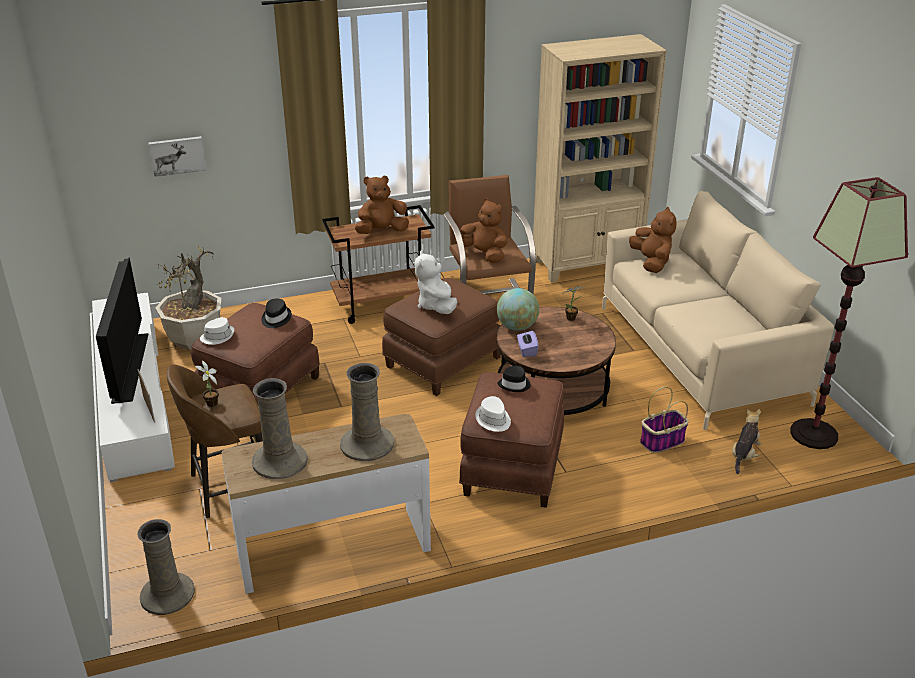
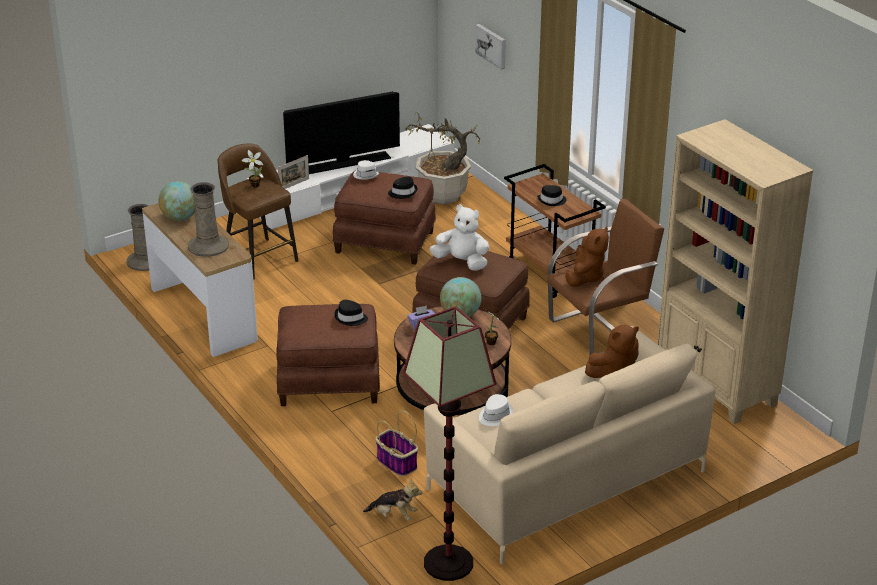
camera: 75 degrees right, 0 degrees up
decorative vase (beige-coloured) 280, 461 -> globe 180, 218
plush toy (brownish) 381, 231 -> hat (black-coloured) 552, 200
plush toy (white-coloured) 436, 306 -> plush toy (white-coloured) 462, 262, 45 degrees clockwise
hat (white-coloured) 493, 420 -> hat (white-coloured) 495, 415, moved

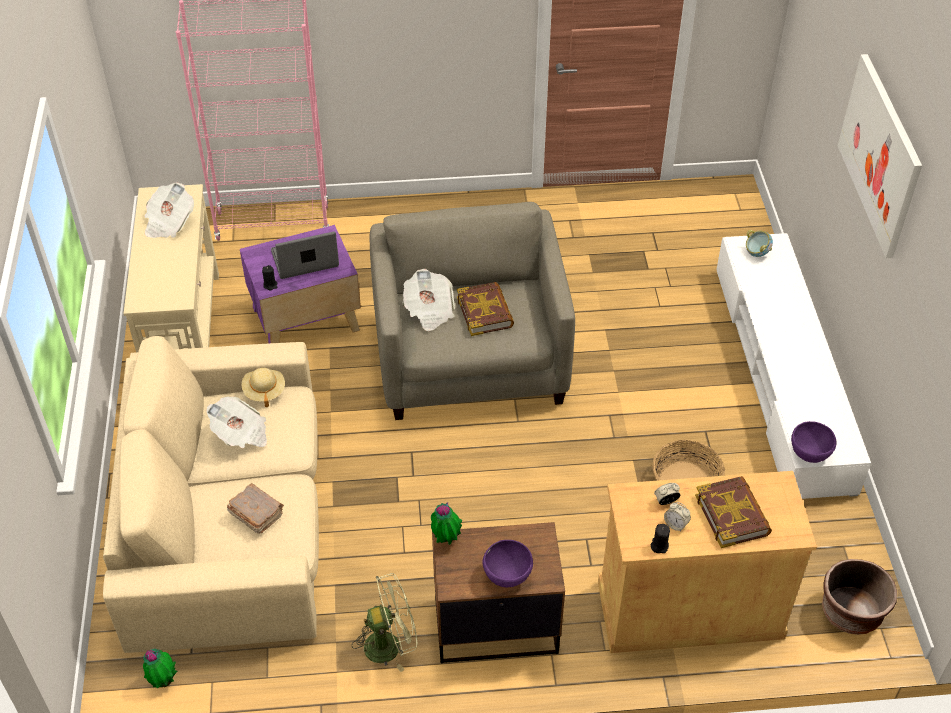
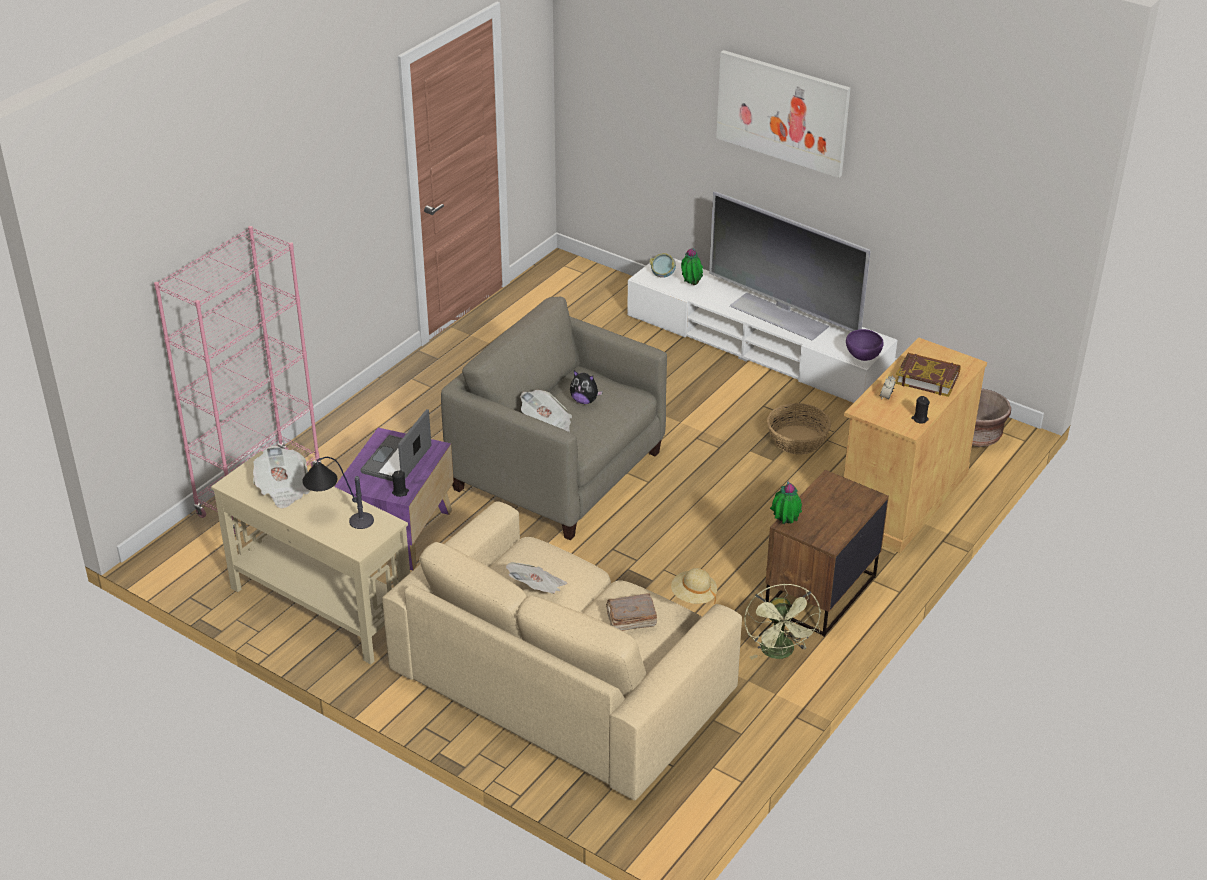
camera: 50 degrees left, 10 degrees down
plant in a pot 163, 681 -> plant in a pot 691, 284, moved
hat (beige-coloured) 264, 391 -> hat (beige-coloured) 693, 596, moved
cooling fan (greenish) 390, 644 -> cooling fan (greenish) 780, 653, 150 degrees clockwise
volume 485, 312 -> plush toy 584, 401
serving bowl (purple) 507, 576 -> none
alarm clock 675, 524 -> none
none -> lamp for a table 337, 516
none -> television 779, 315

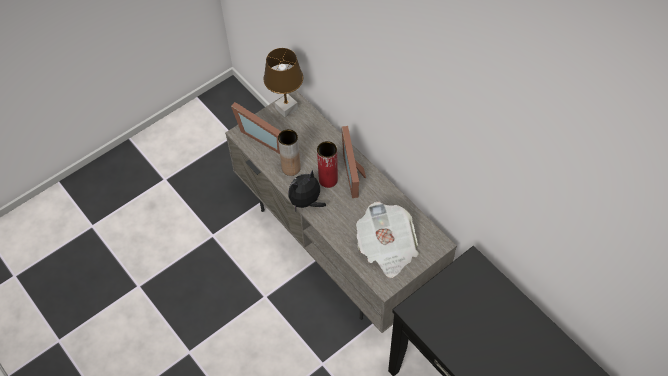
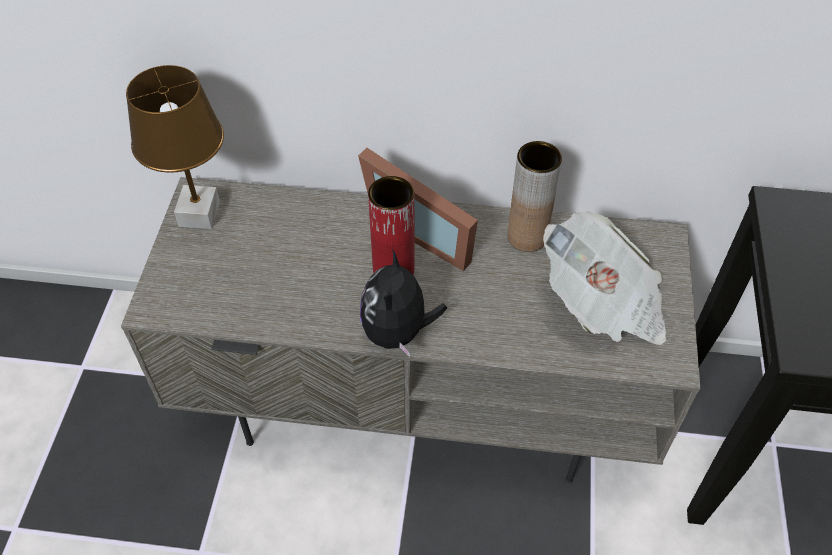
camera: 45 degrees left, 5 degrees down
picture frame 264, 136 -> none
decorative vase (brownish) 291, 168 -> decorative vase (brownish) 527, 237, moved

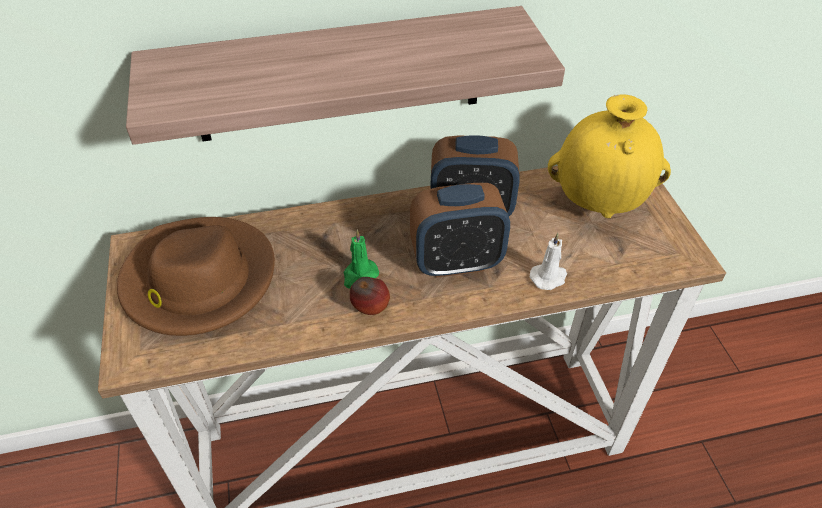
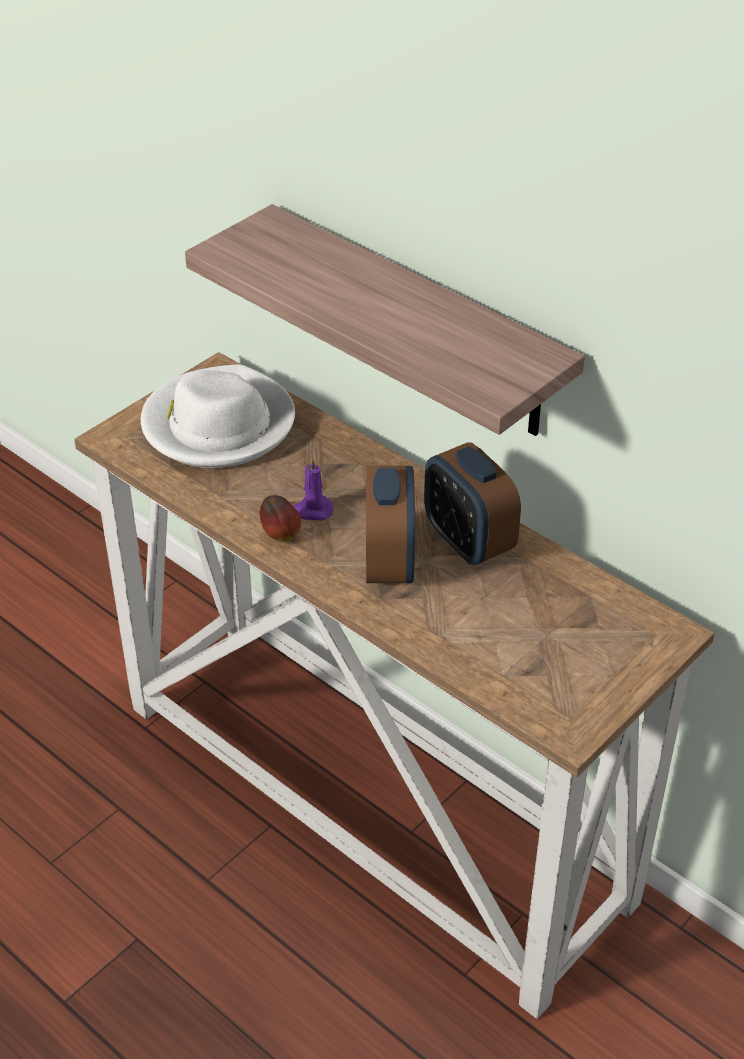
camera: 55 degrees right, 5 degrees down
hat (brownish) 198, 280 -> hat (white-coloured) 218, 424
wax candle (greenish) 359, 276 -> wax candle (purple) 312, 510
alarm clock 456, 262 -> alarm clock 389, 562, 135 degrees counterclockwise
wax candle (white-coloured) 549, 277 -> none
decorative vase (yellowish) 600, 203 -> none

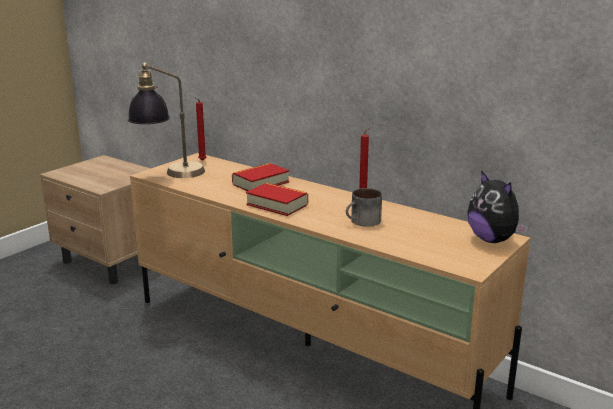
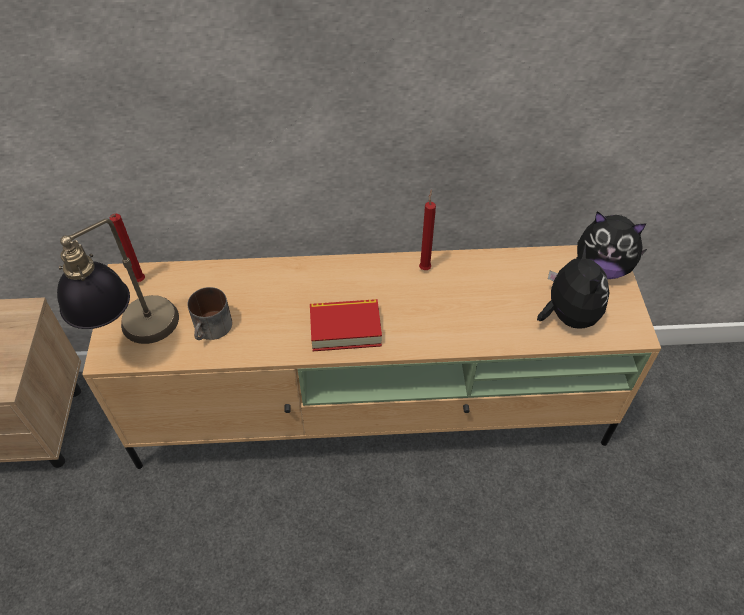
camera: 40 degrees left, 30 degrees up
volume 260, 183 -> none
coffee mug 363, 222 -> coffee mug 212, 329, moved
none -> plush toy 567, 316

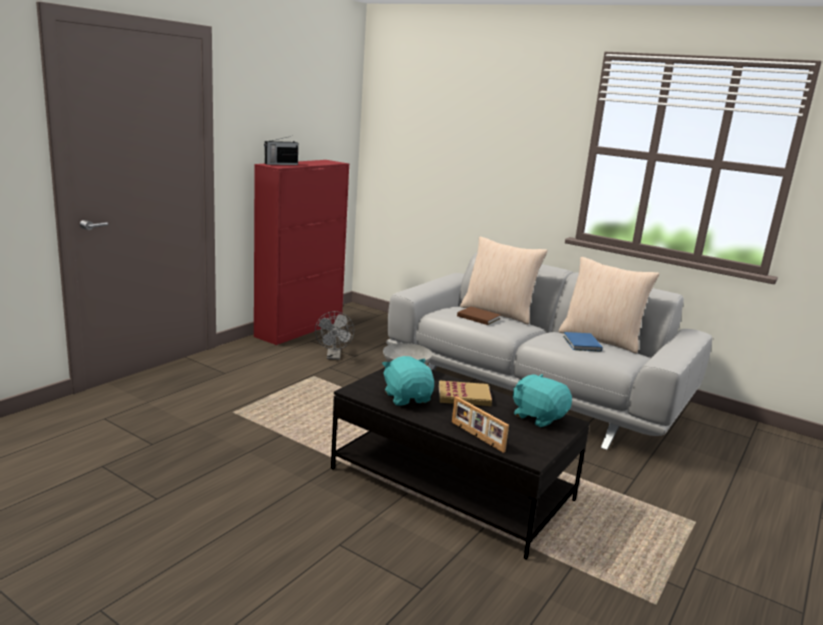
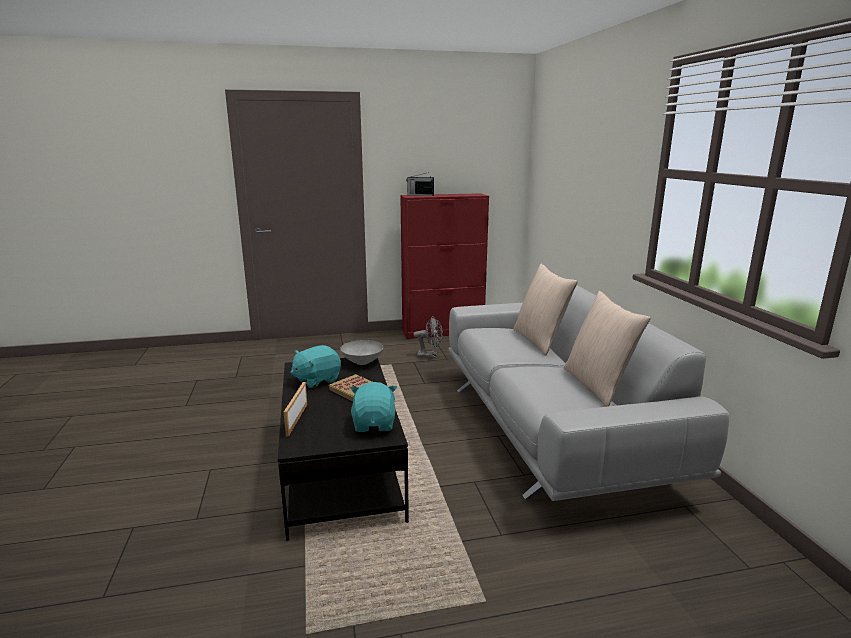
camera: 45 degrees right, 0 degrees up
cooling fan (greyish) 334, 357 -> cooling fan (greyish) 430, 355, 120 degrees counterclockwise
plush toy (turquoise-coloured) 407, 398 -> plush toy (turquoise-coloured) 316, 380, 150 degrees counterclockwise
volume (brownish) 478, 317 -> none
volume (bluish) 581, 344 -> none

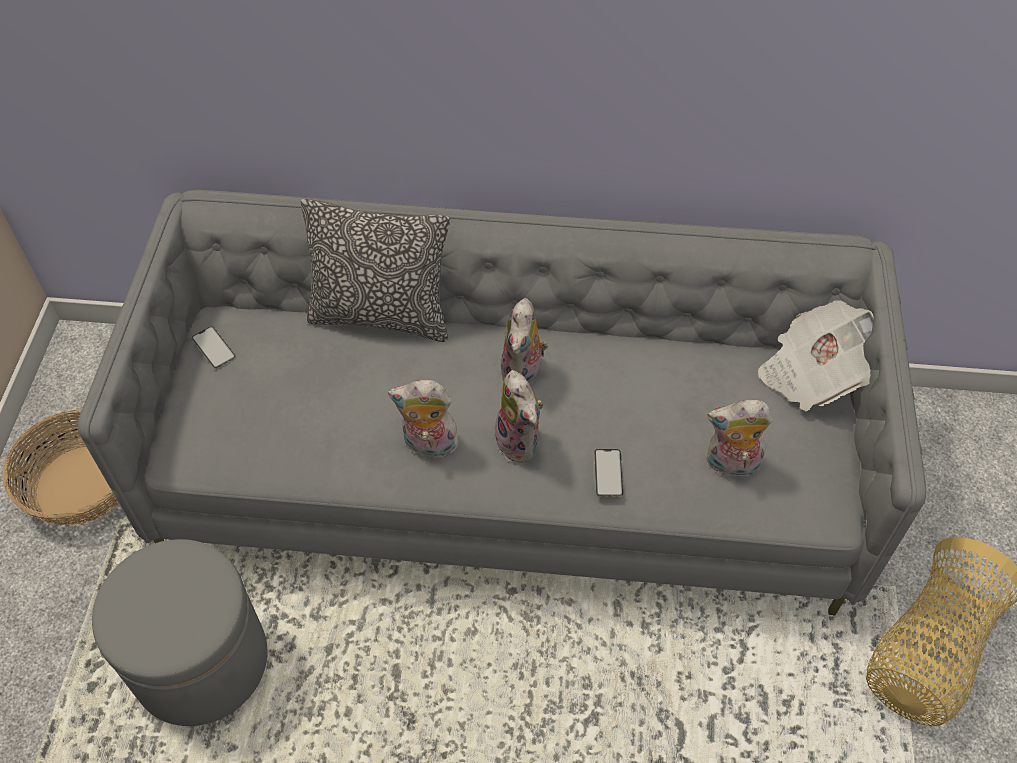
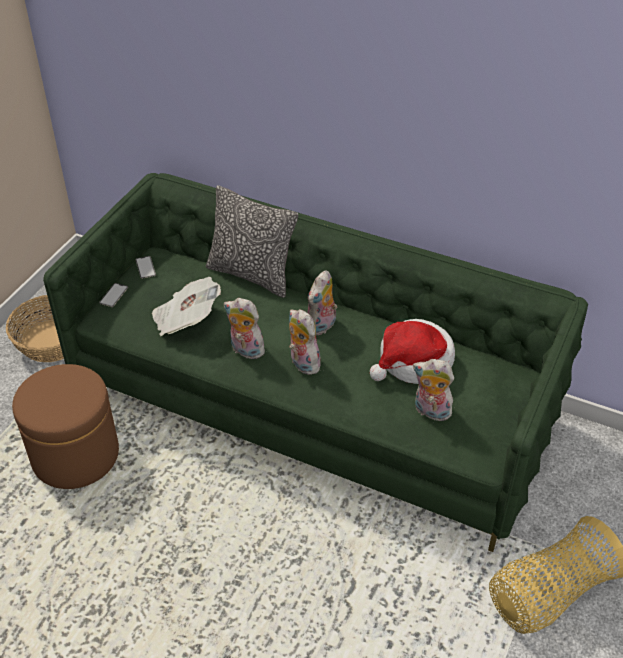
camera: 20 degrees right, 10 degrees down
couch (greyish) 509, 471 -> couch (greenish) 312, 405
pouffe (greyish) 201, 661 -> pouffe (brownish) 75, 455
plush toy 521, 442 -> plush toy 302, 363, 150 degrees clockwise
phone 608, 473 -> phone 113, 295, moved
newspaper 813, 373 -> newspaper 186, 320, moved
none -> hat 413, 362

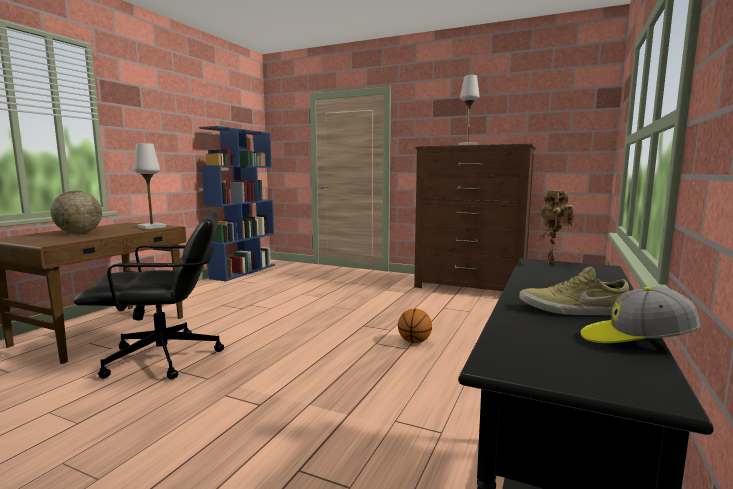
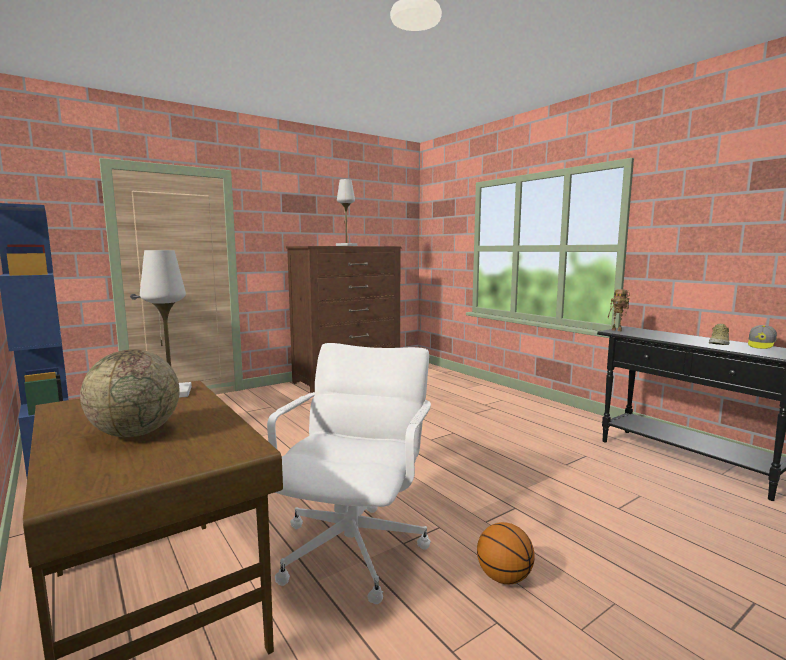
camera: 60 degrees left, 0 degrees up
computer chair (black-coloured) 165, 358 -> computer chair (white-coloured) 353, 550
ball for basketball 414, 342 -> ball for basketball 504, 578, moved

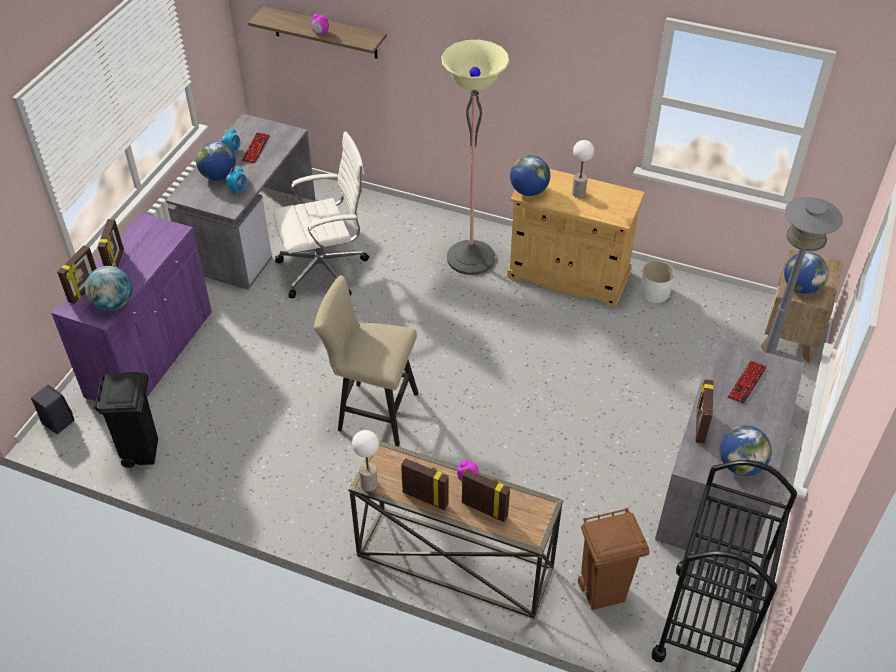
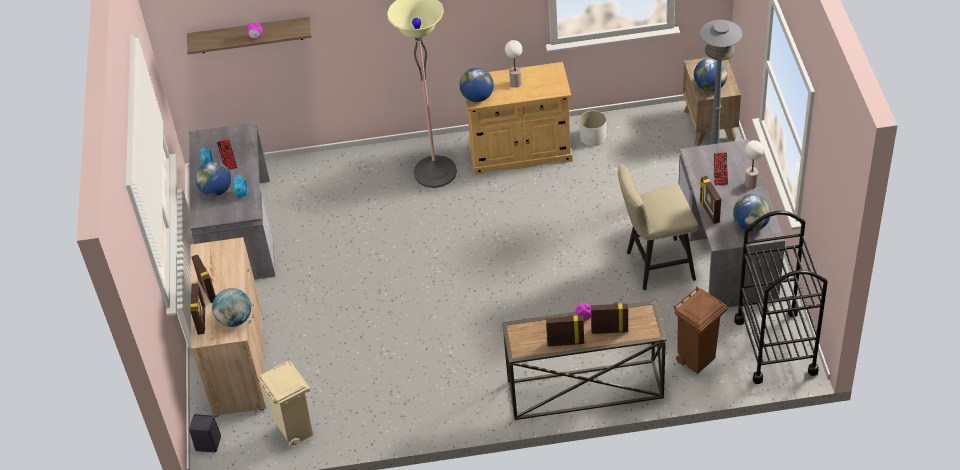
camera: 25 degrees left, 0 degrees up
storage cabinet (purple) 151, 354 -> storage cabinet (beige-coloured) 238, 361
trash can (black-coloured) 141, 452 -> trash can (beige-coloured) 295, 431
computer chair (white-coloured) 325, 269 -> none
stool seat (beige-coloured) 372, 412 -> stool seat (beige-coloured) 655, 266, moved
lamp for a table 369, 484 -> lamp for a table 751, 184, moved

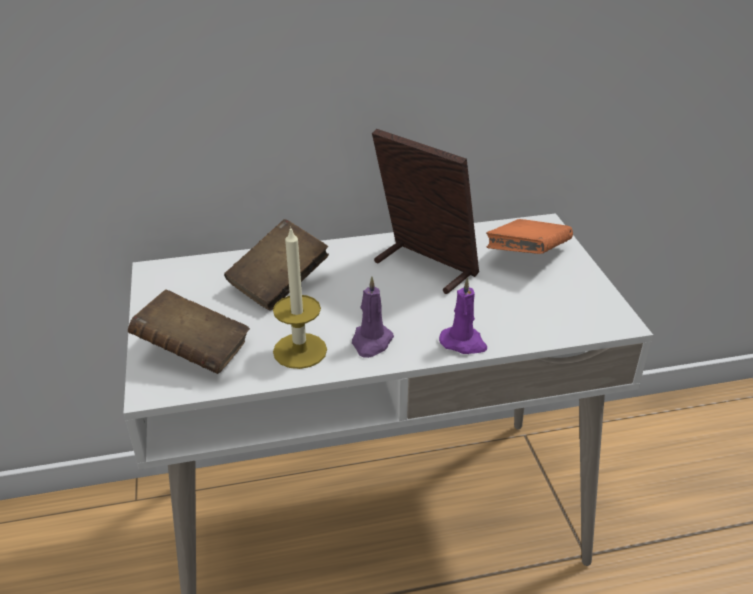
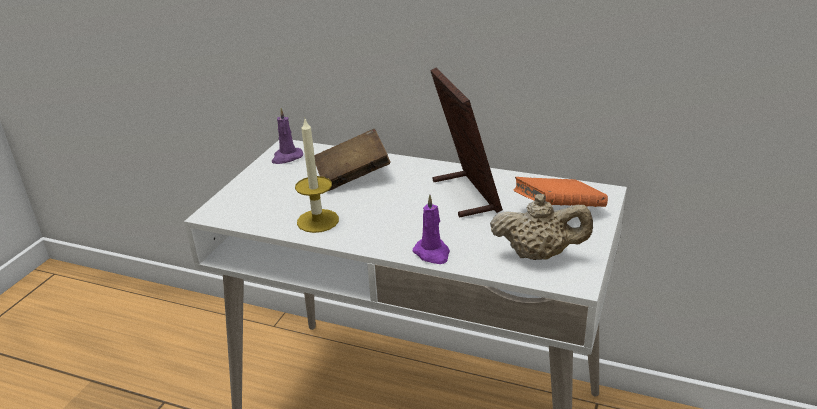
camera: 35 degrees right, 5 degrees down
volume (brownish) 194, 352 -> none
wax candle (purple) 371, 342 -> wax candle (purple) 286, 157, moved
none -> teapot (beige-coloured) 539, 255

